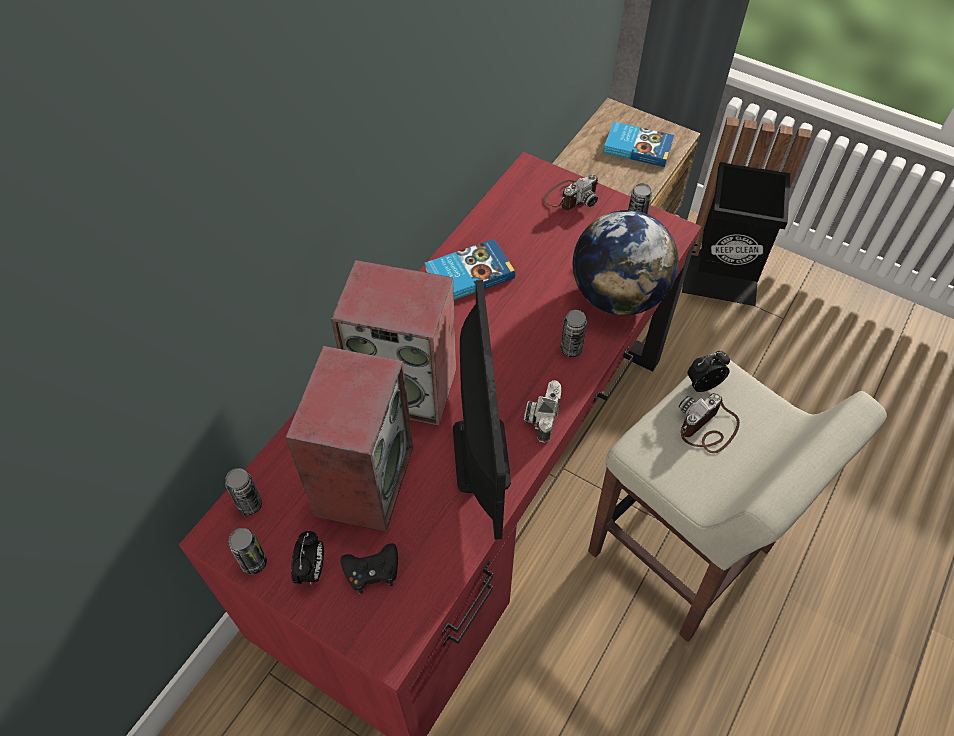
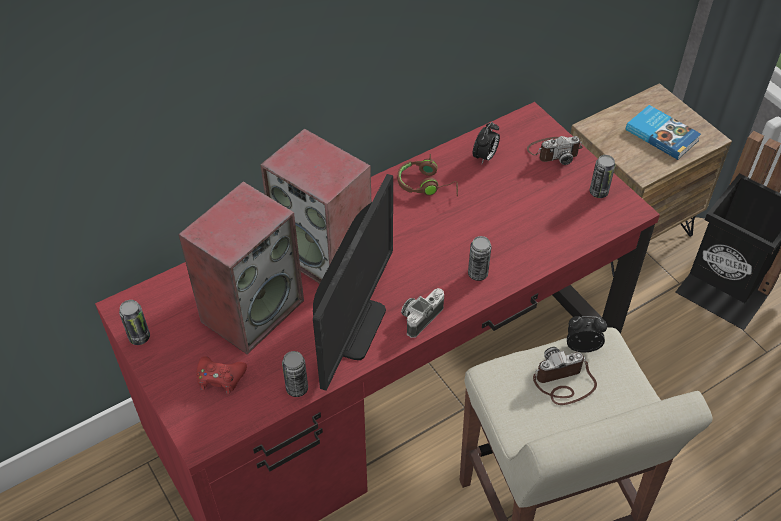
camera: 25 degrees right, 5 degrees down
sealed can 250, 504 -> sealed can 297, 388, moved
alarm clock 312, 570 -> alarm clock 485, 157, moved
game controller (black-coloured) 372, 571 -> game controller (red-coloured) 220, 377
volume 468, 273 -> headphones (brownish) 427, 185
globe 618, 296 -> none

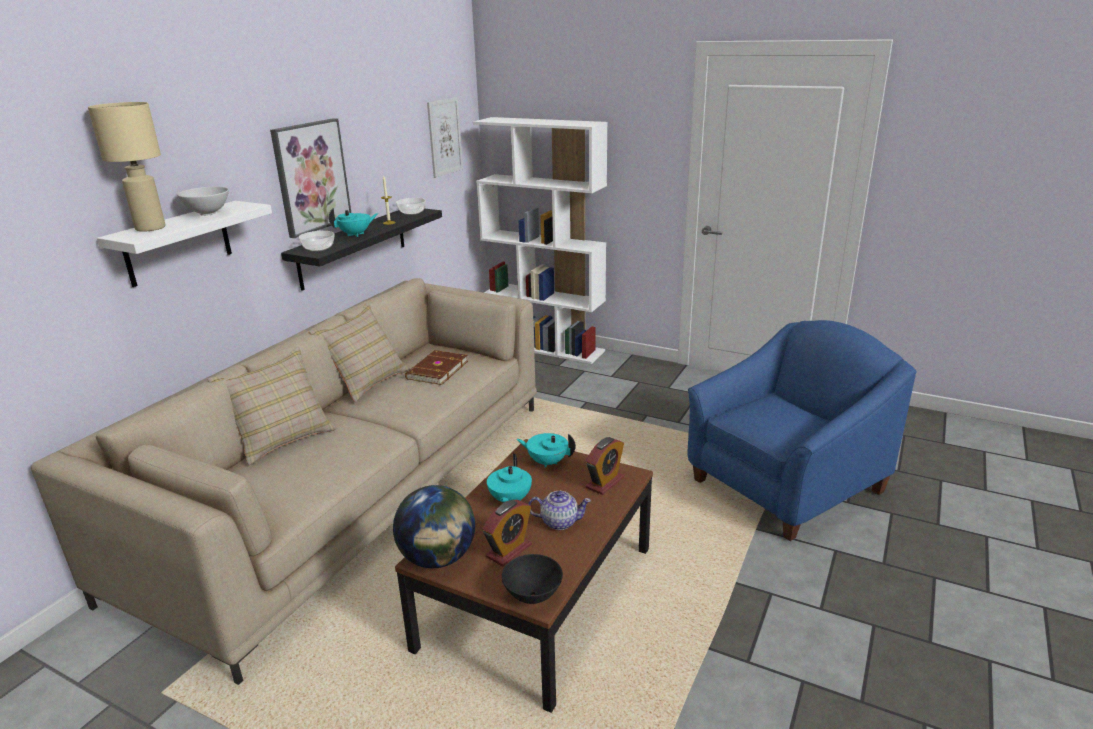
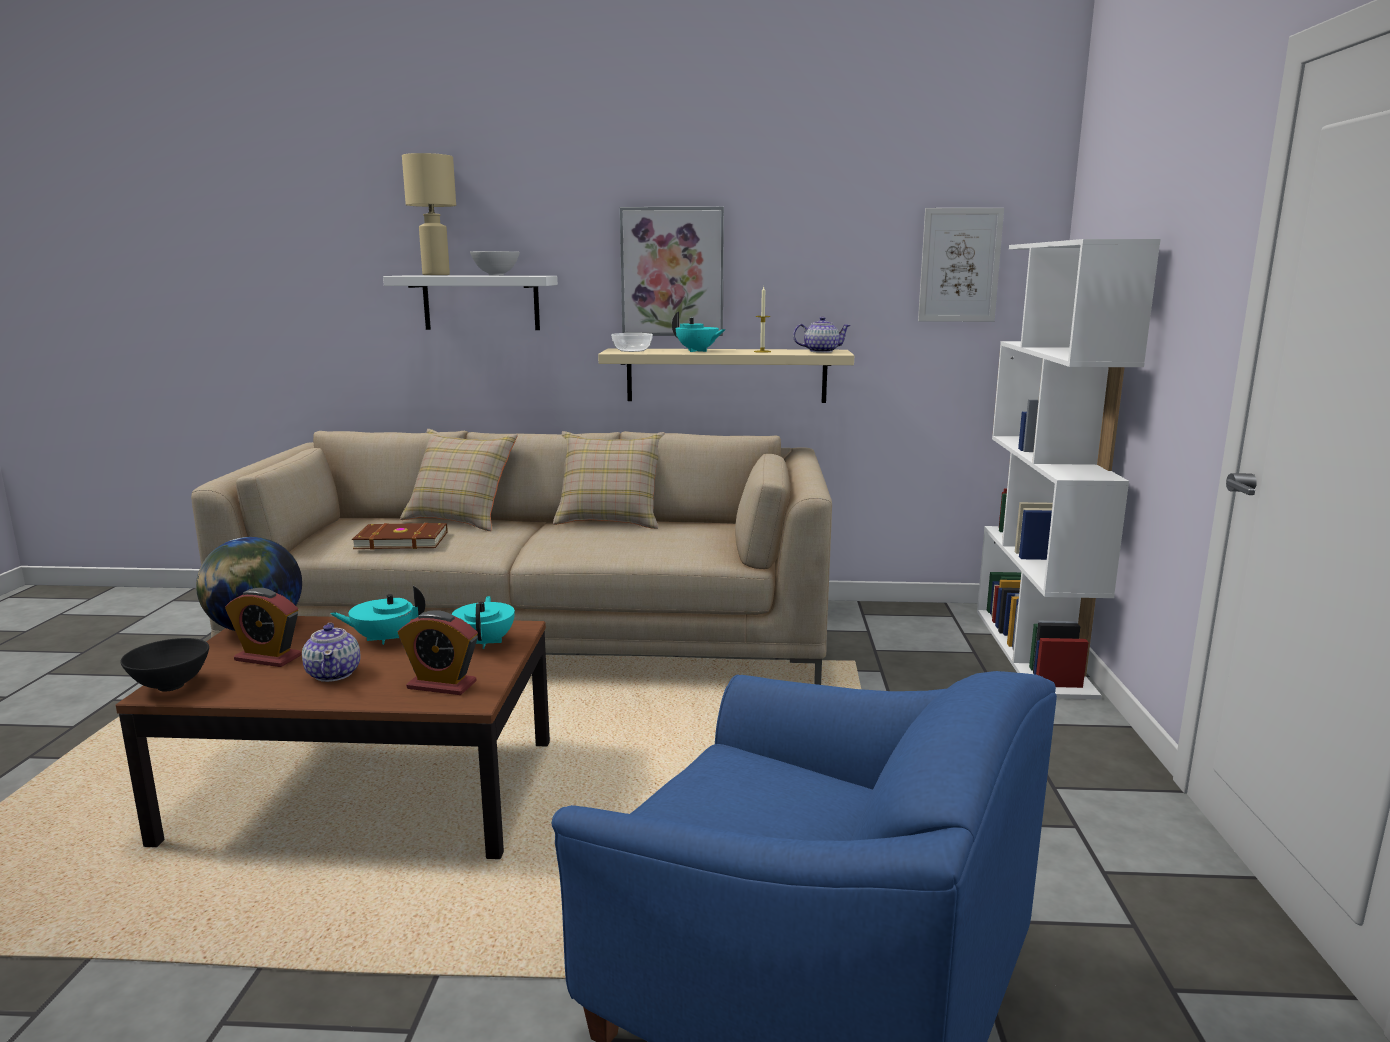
camera: 65 degrees right, 10 degrees down
wall shelf (black-coloured) 353, 247 -> wall shelf (beige-coloured) 726, 375
serving bowl 411, 212 -> teapot 820, 351
volume (brownish) 436, 370 -> volume (brownish) 401, 540, moved

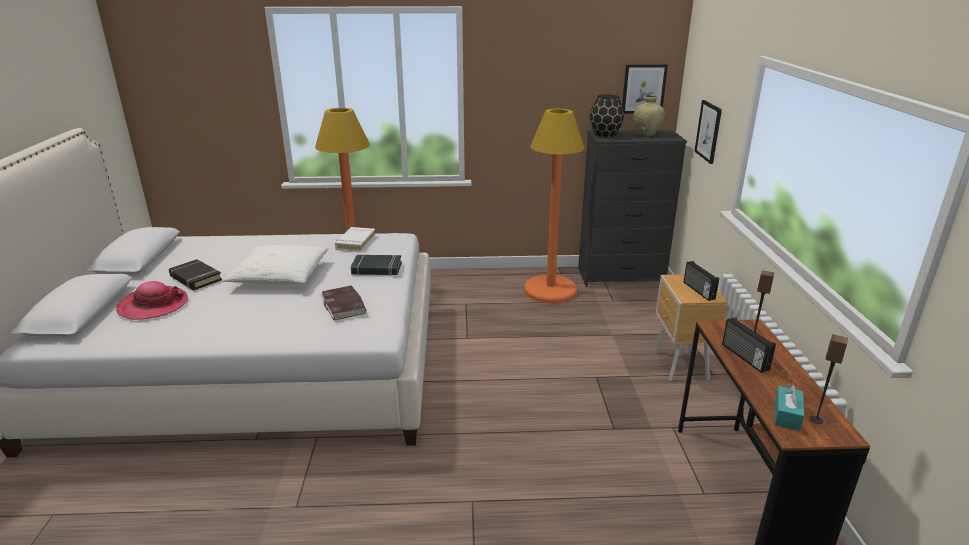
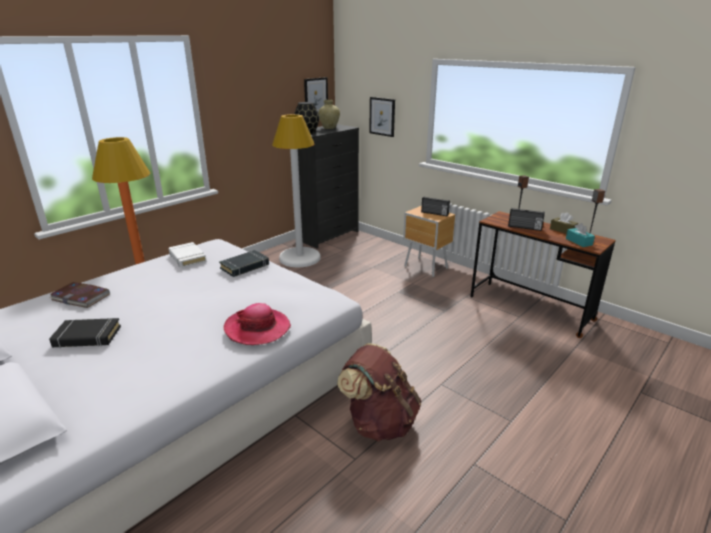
camera: 45 degrees left, 0 degrees up
hat 153, 305 -> hat 257, 328, moved
pillow (white-coloured) 280, 276 -> none
volume 343, 305 -> volume 81, 297, moved
floor lamp (orange) 550, 290 -> floor lamp (white-coloured) 300, 258
none -> knapsack (brownish) 379, 422
none -> box of tissues (brownish) 562, 230

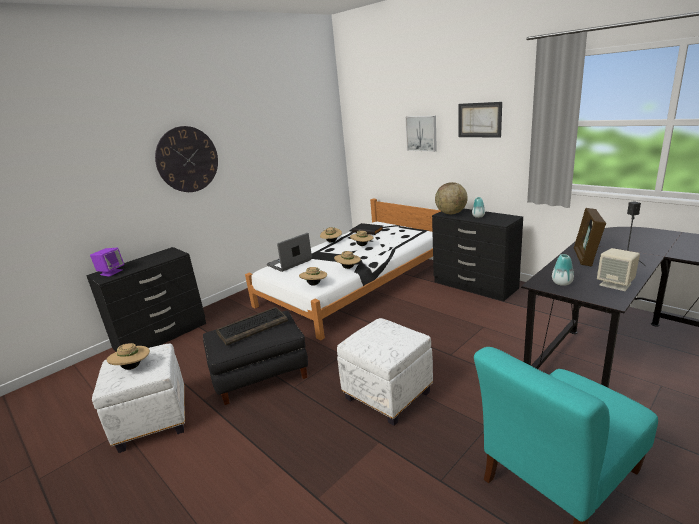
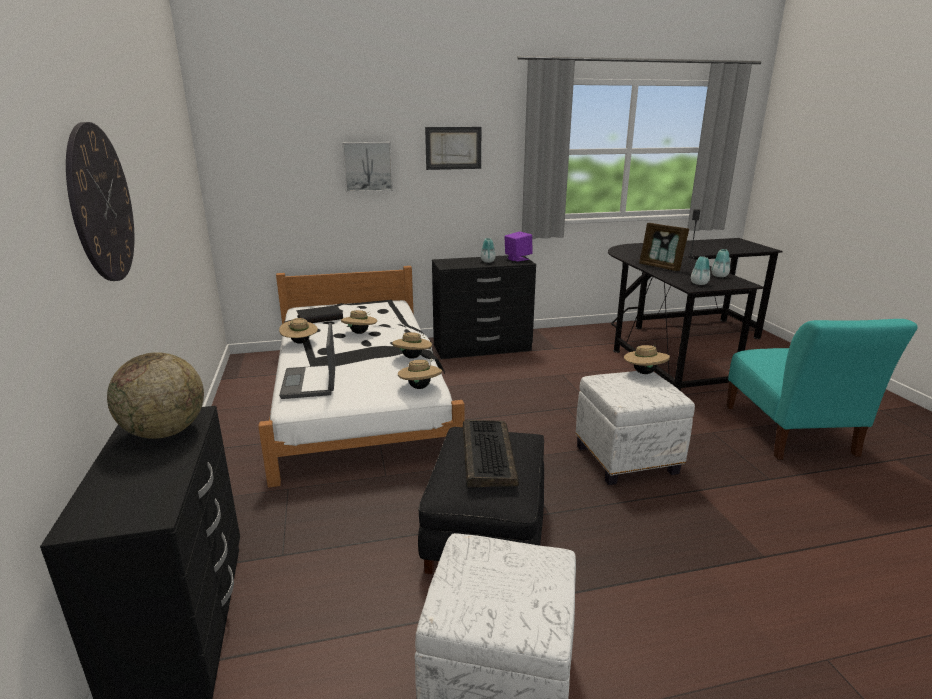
camera: 60 degrees left, 0 degrees up
audio speaker (purple) 111, 272 -> audio speaker (purple) 517, 259, moved
hat (beige-coloured) 133, 367 -> hat (beige-coloured) 644, 372, moved
globe 451, 213 -> globe 165, 432, moved
audio speaker (beige-coloured) 616, 284 -> decorative vase 719, 276

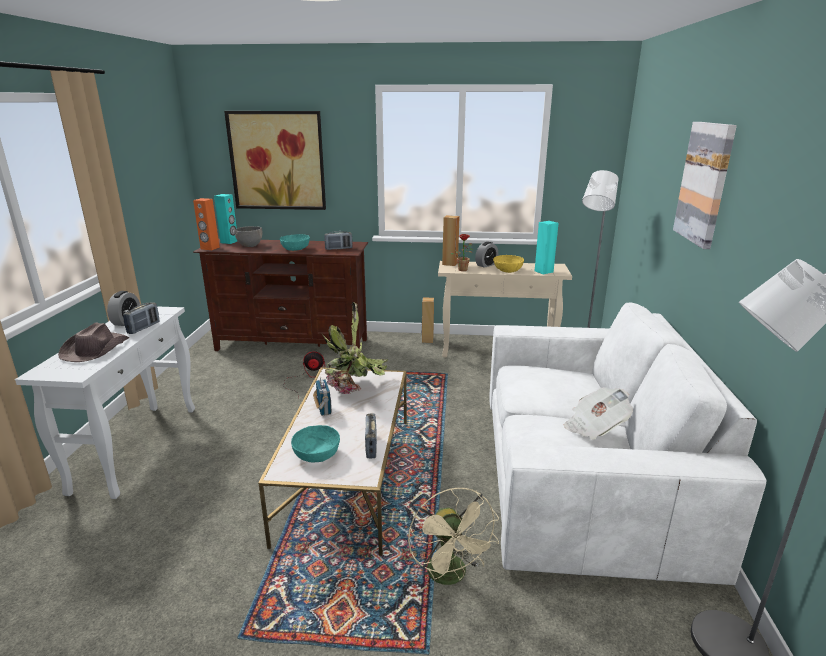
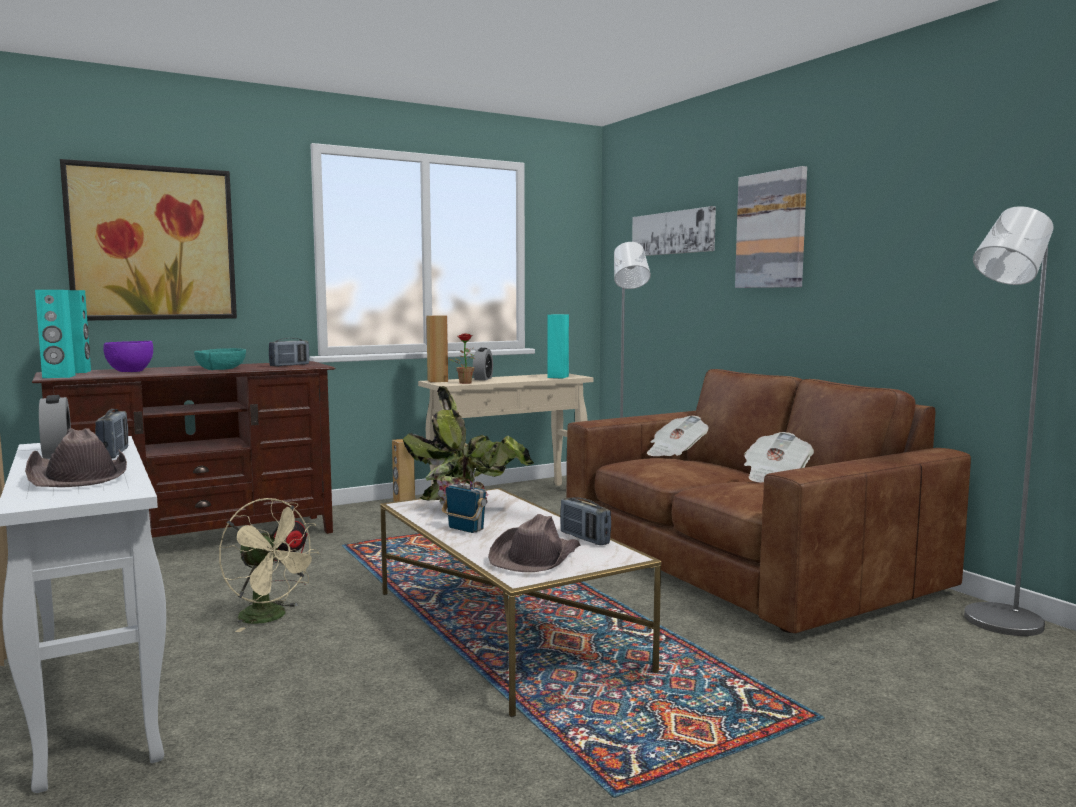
camera: 35 degrees left, 15 degrees down
audio speaker (orange) 210, 248 -> audio speaker (turquoise-coloured) 59, 376
serving bowl (greyish) 250, 245 -> serving bowl (purple) 130, 371
serving bowl (turquoise-coloured) 316, 454 -> hat (brownish) 535, 557
cooling fan (beige-coloured) 451, 576 -> cooling fan (beige-coloured) 270, 617, moved
couch (white-coloured) 583, 475 -> couch (brownish) 744, 561
serving bowl (yellowish) 507, 270 -> none
none -> picture 673, 233
none -> newspaper 675, 453

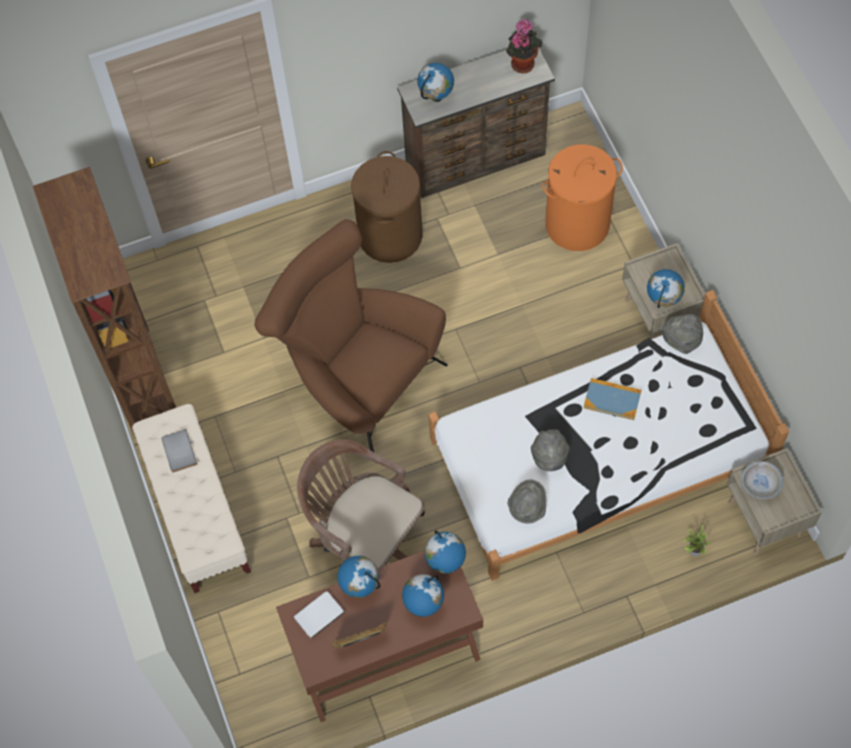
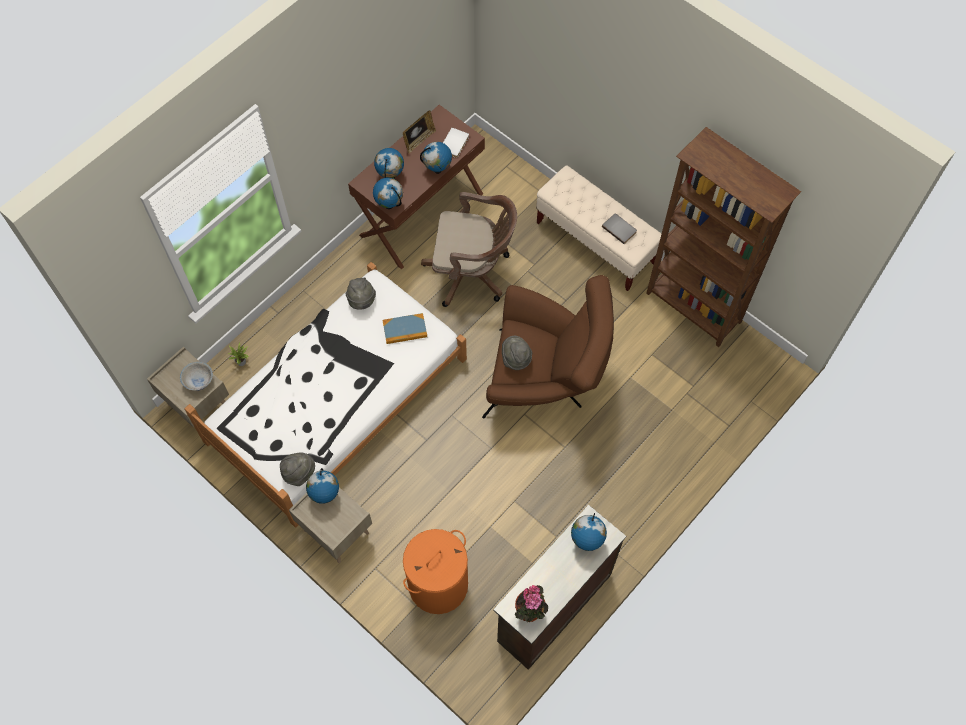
camera: 150 degrees right, 0 degrees up
laundry basket (brownish) 390, 235 -> none
hat (greyish) 549, 458 -> hat (greyish) 515, 359, moved
volume 612, 400 -> volume 405, 330, moved

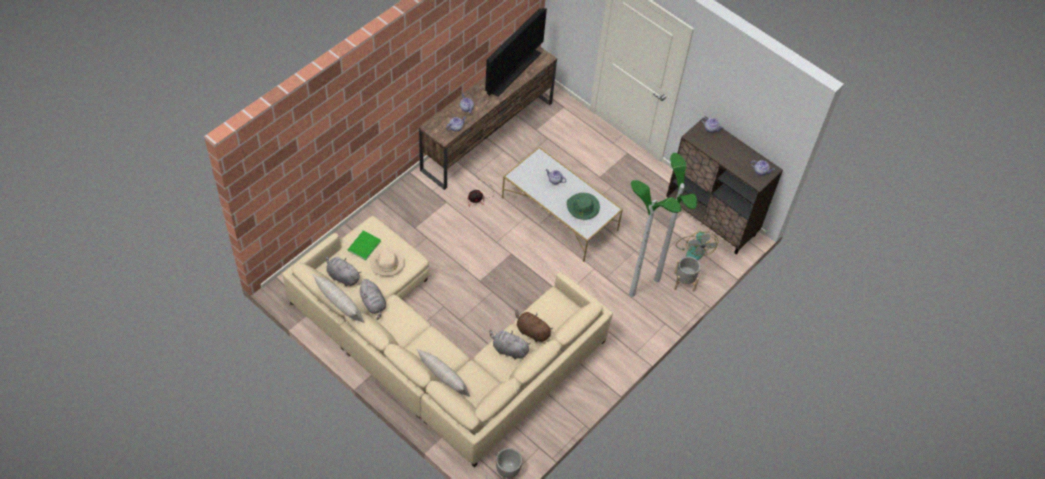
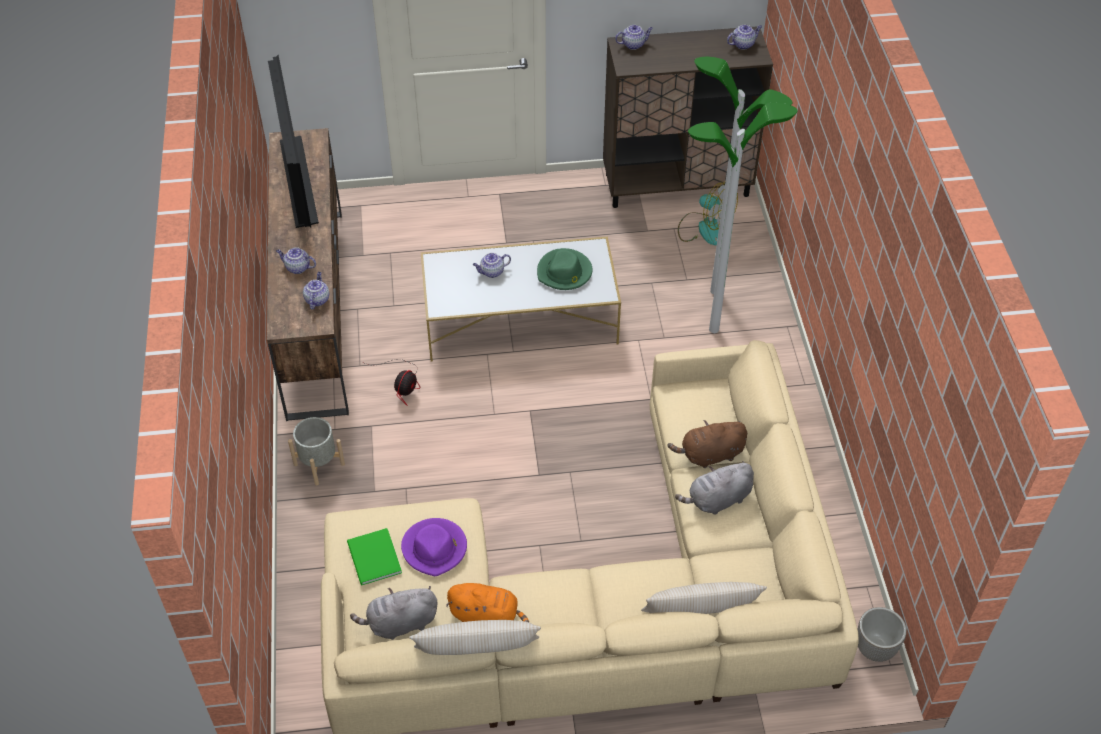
camera: 45 degrees left, 5 degrees down
plush toy (greyish) 373, 304 -> plush toy (orange) 487, 615
hat (beige-coloured) 387, 263 -> hat (purple) 435, 548
plant pot (greyish) 684, 281 -> plant pot (greyish) 319, 464, moved

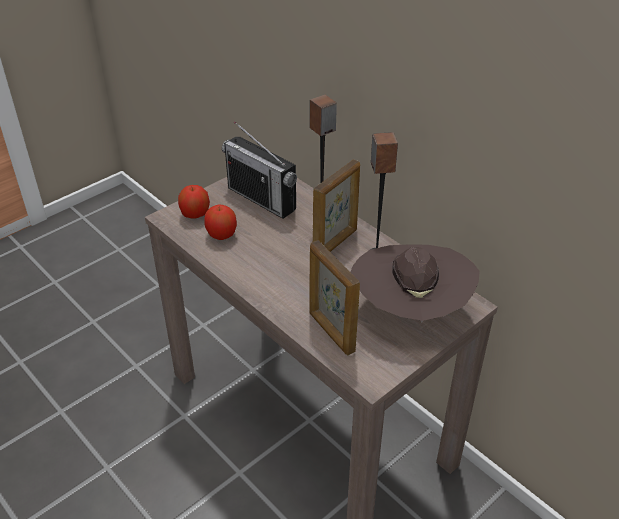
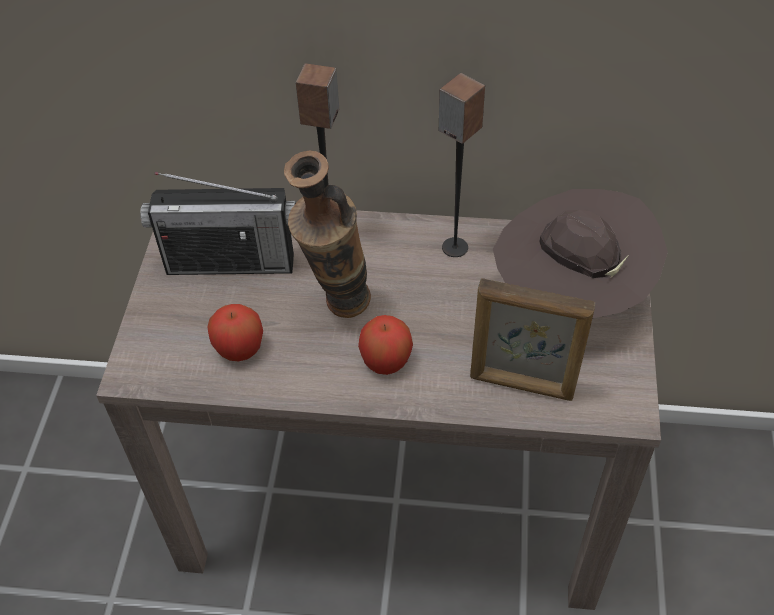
camera: 40 degrees left, 10 degrees up
whole apple 195, 214 -> whole apple 386, 361, moved
picture frame 336, 243 -> none
none -> decorative vase 337, 310

